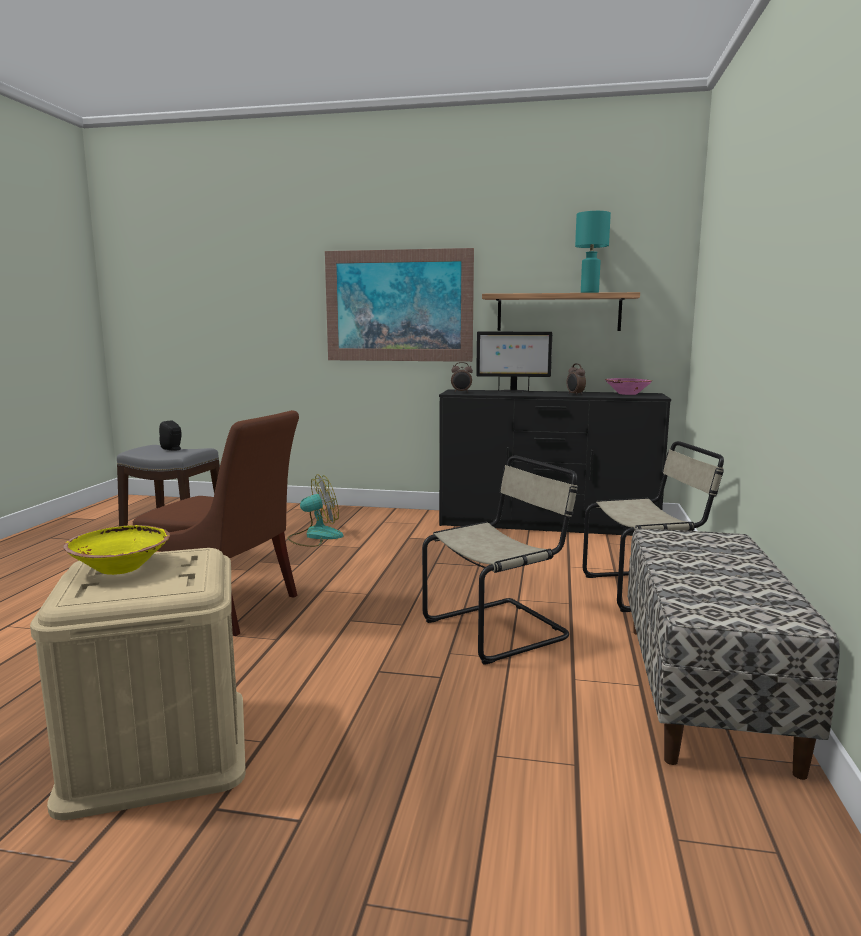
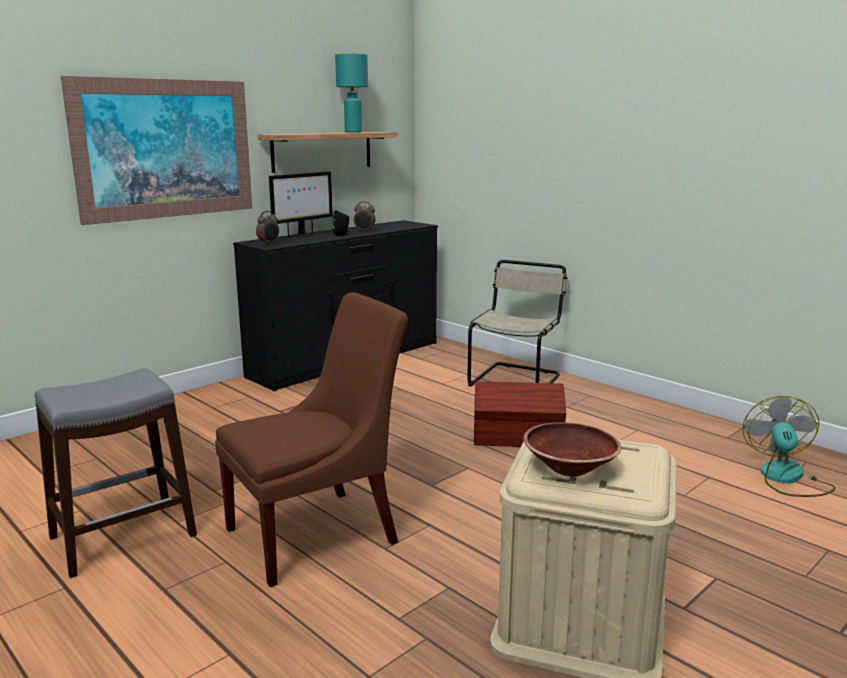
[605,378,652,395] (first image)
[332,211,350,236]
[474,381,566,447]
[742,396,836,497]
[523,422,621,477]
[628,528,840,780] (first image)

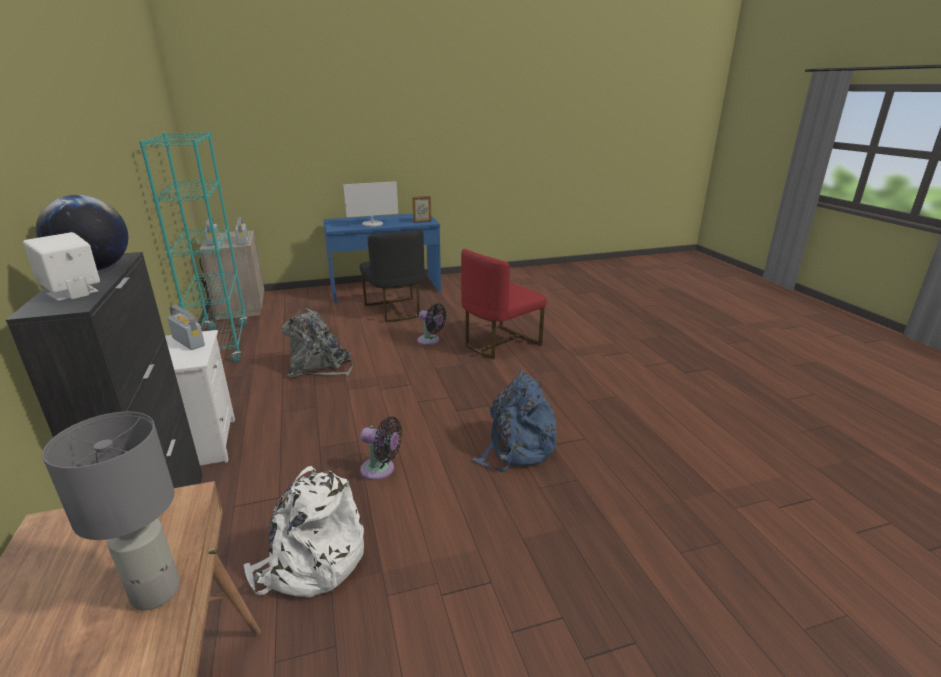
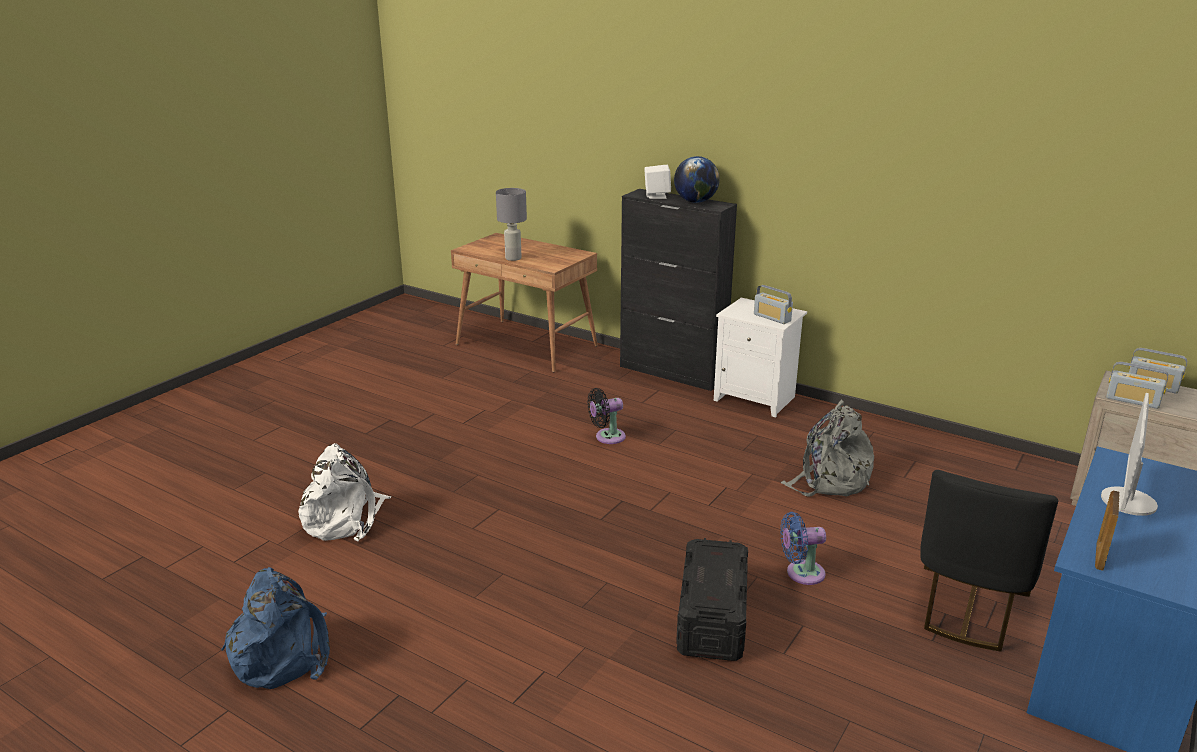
[139,132,248,362] (first image)
[920,470,1058,652]
[676,538,748,661]
[780,512,826,585]
[754,285,793,324]
[221,567,330,689]
[298,443,392,541]

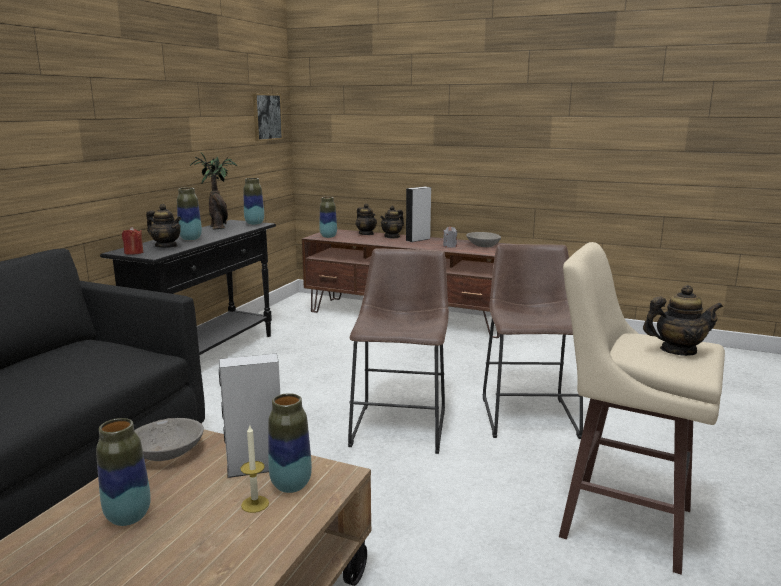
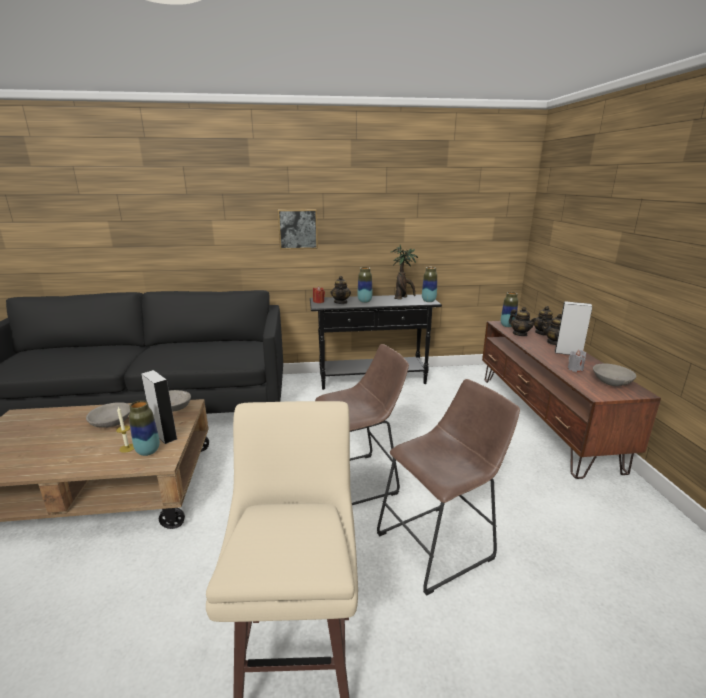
[278,209,318,250]
[509,307,536,336]
[86,402,130,428]

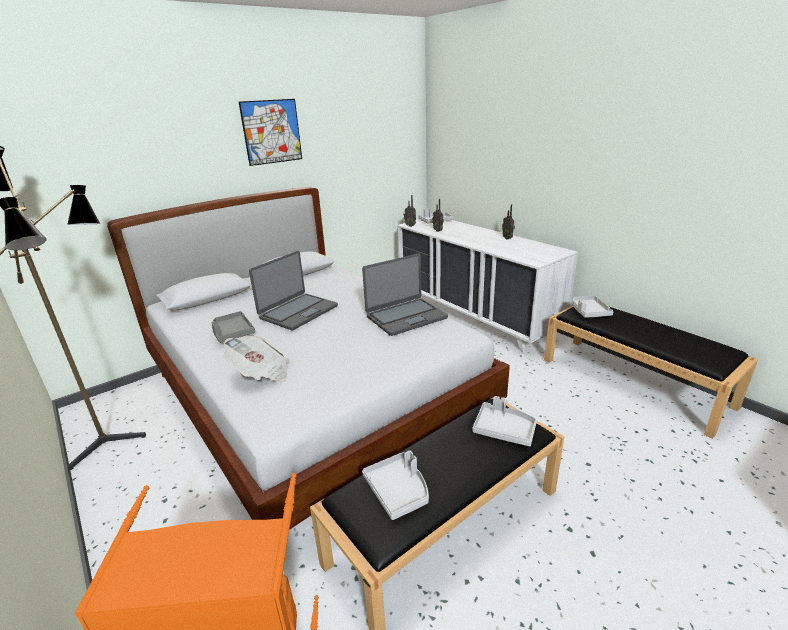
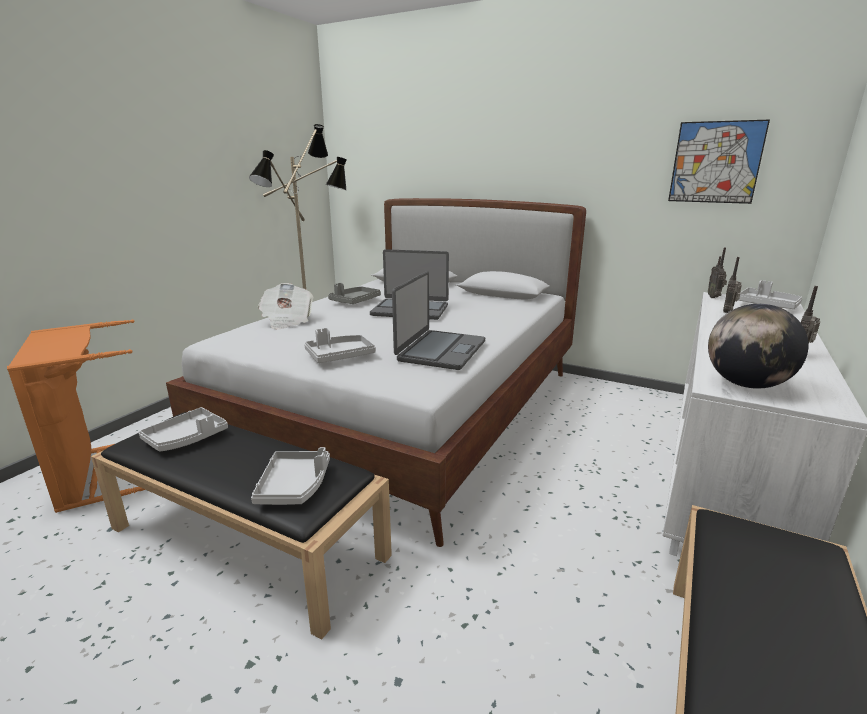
[668,119,770,204]
[392,271,485,370]
[304,328,376,363]
[708,304,808,389]

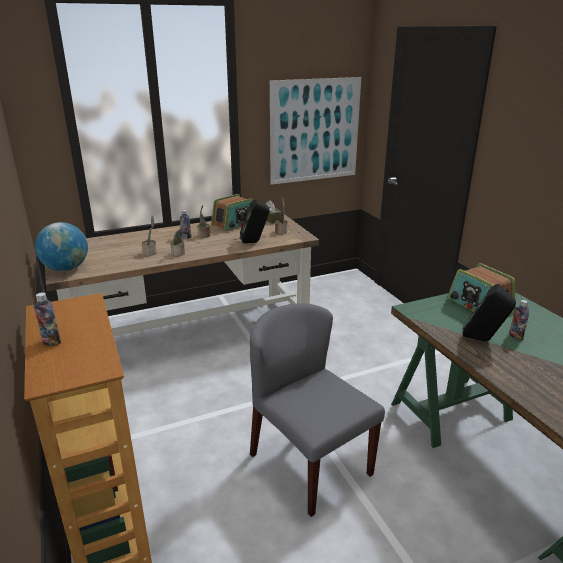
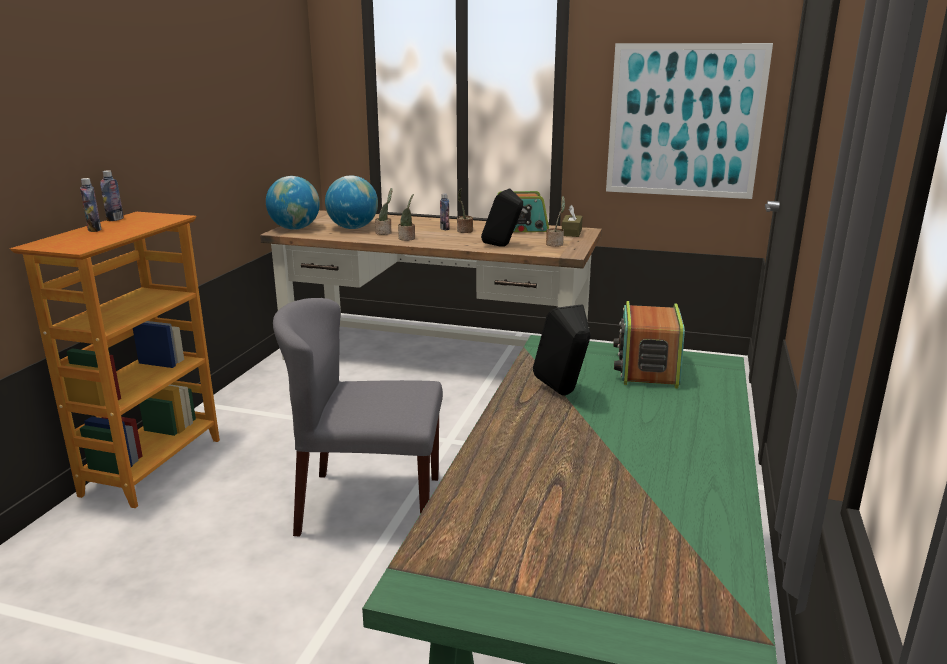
[100,170,124,221]
[273,298,443,536]
[325,175,378,229]

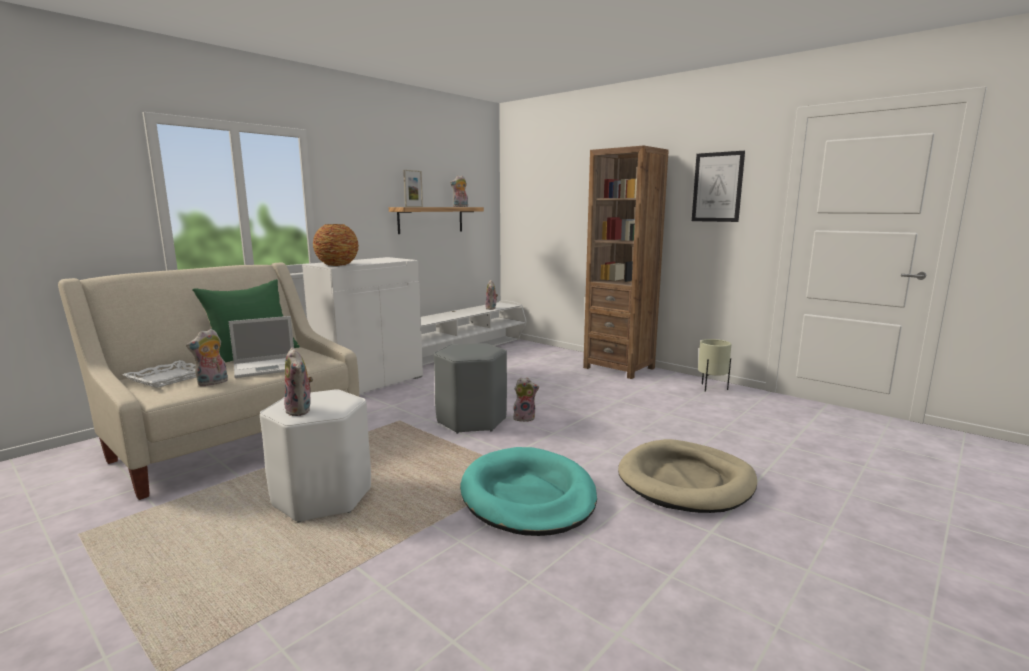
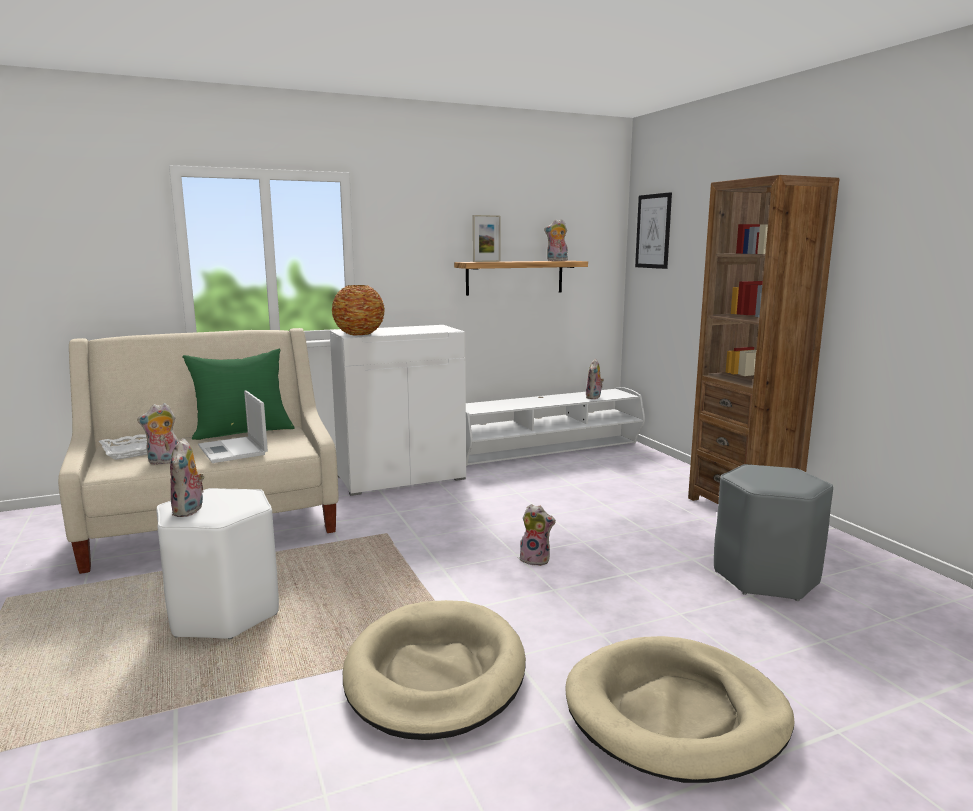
[635,192,672,269]
[198,390,268,463]
[698,339,731,392] (first image)
[714,464,833,601]
[343,600,526,740]

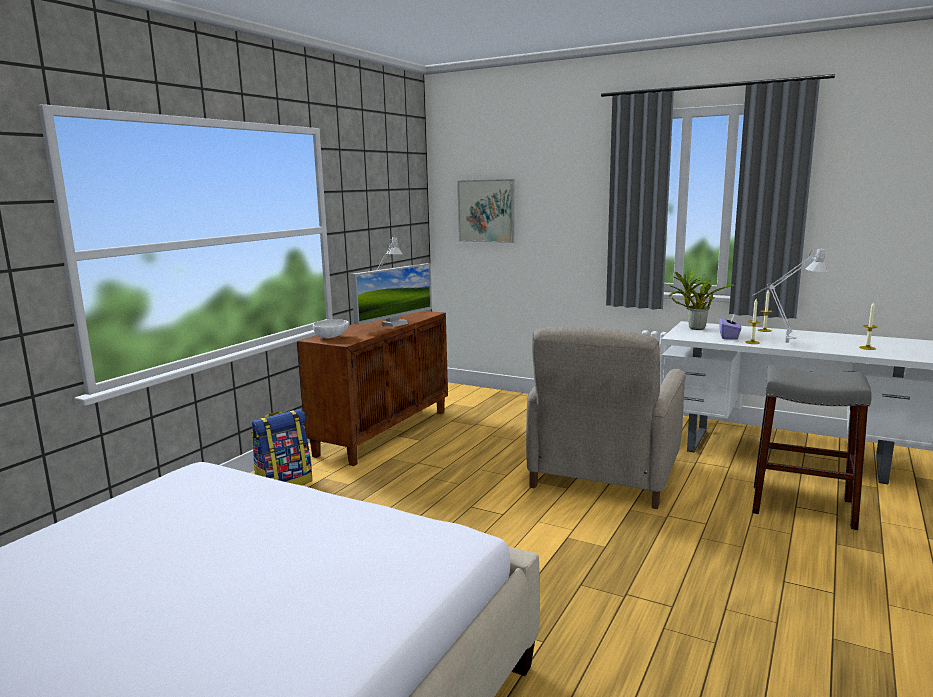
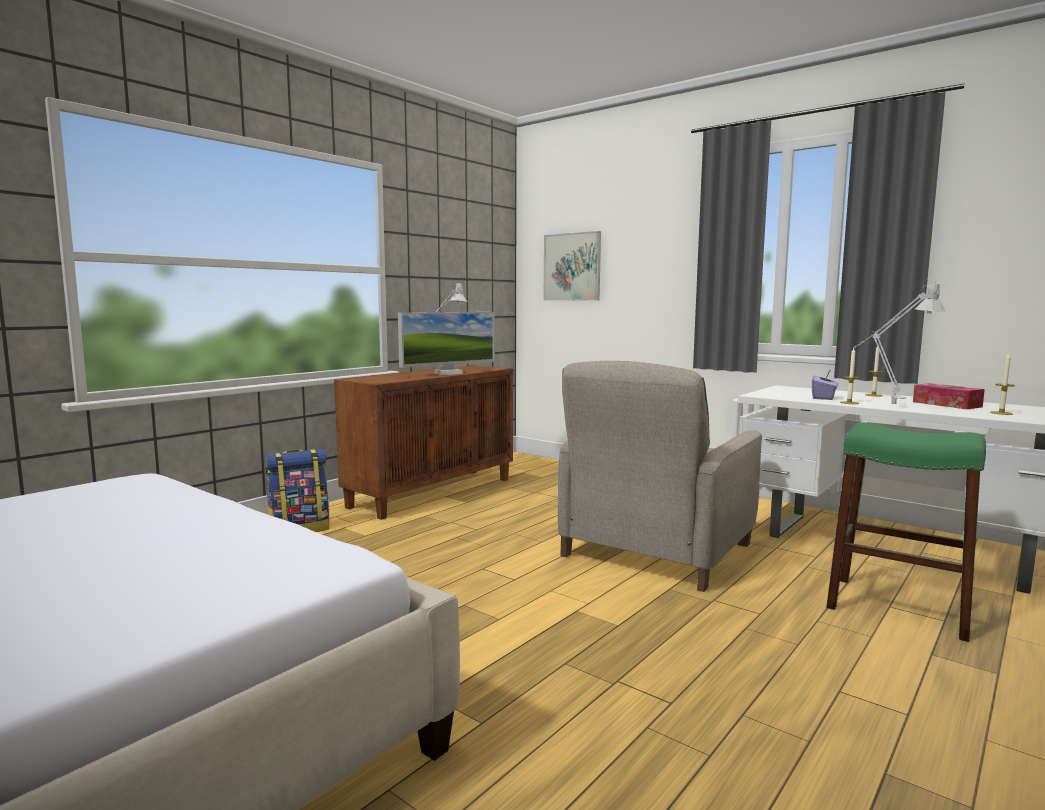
[668,269,734,330] (first image)
[313,319,349,339] (first image)
[826,422,986,642]
[913,383,985,409]

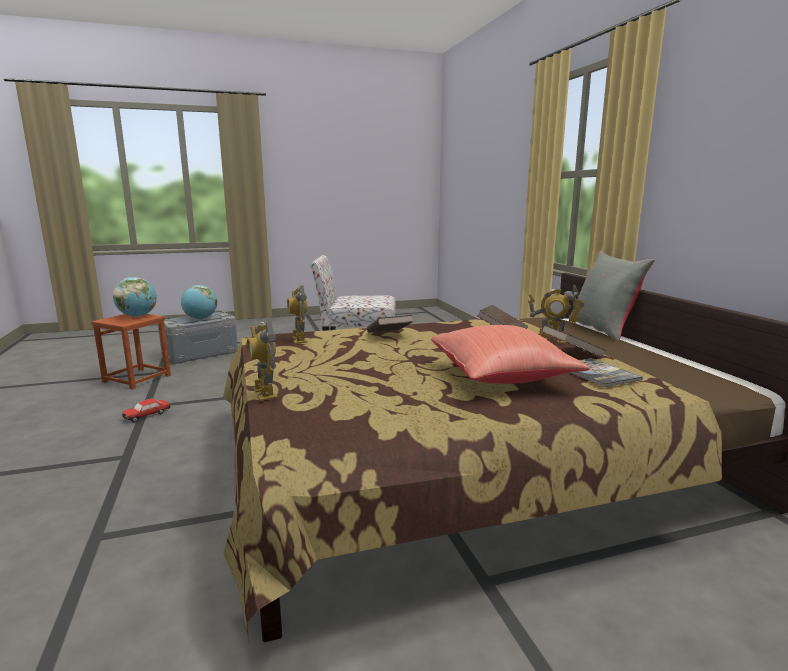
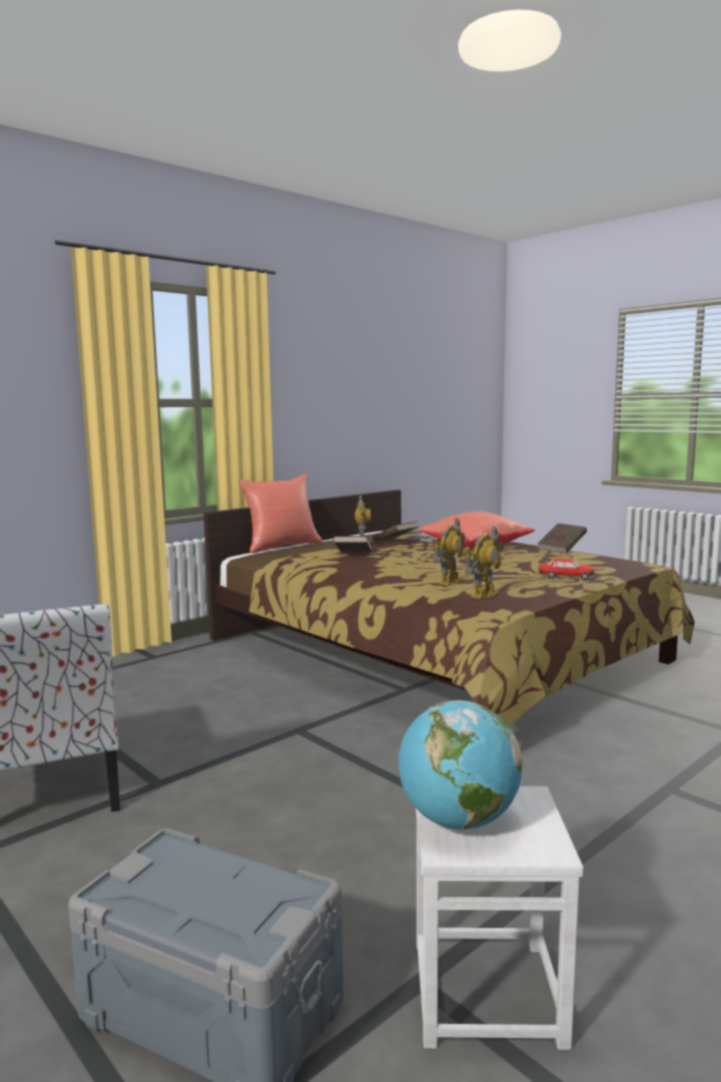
[238,474,323,553]
[181,285,217,319] (first image)
[415,786,584,1050]
[538,523,587,553]
[433,518,465,586]
[538,558,594,580]

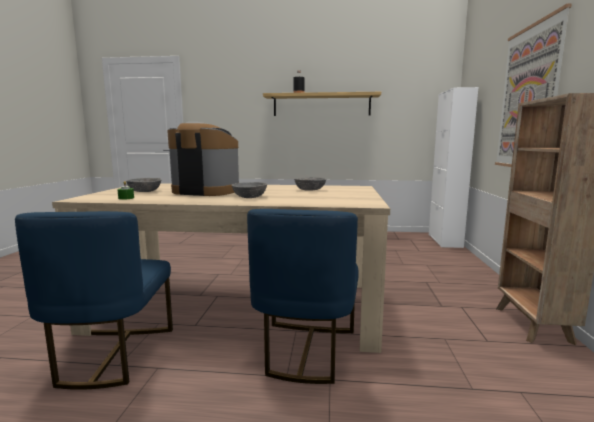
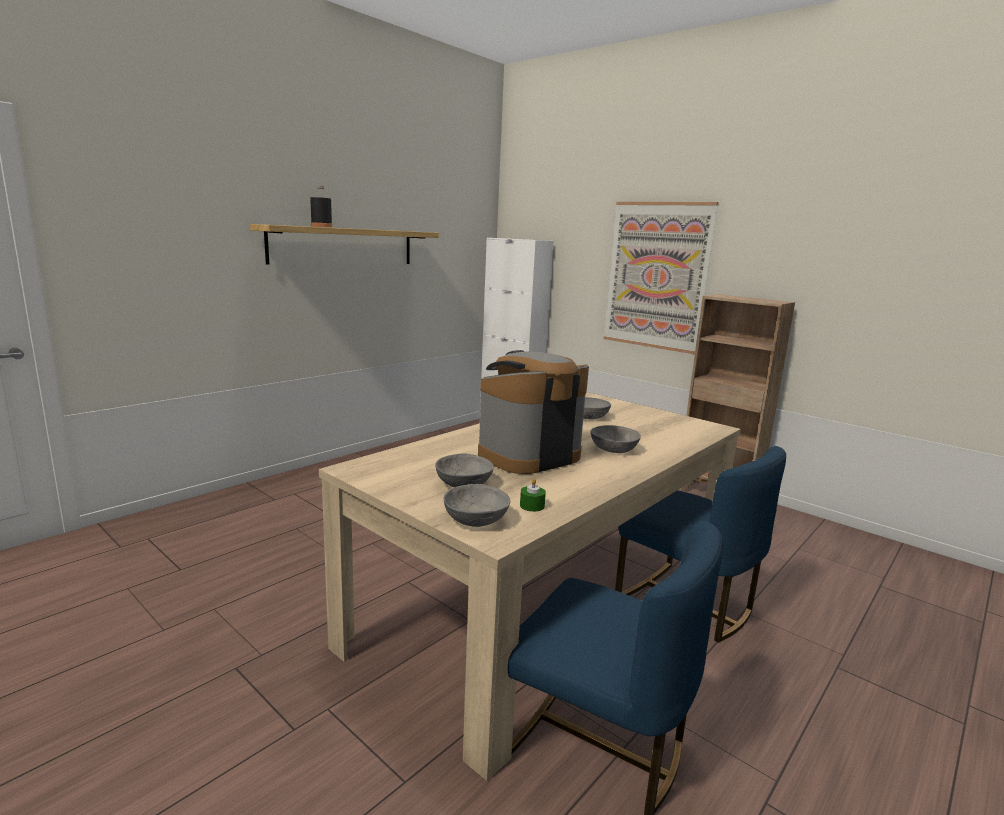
[444,484,510,527]

